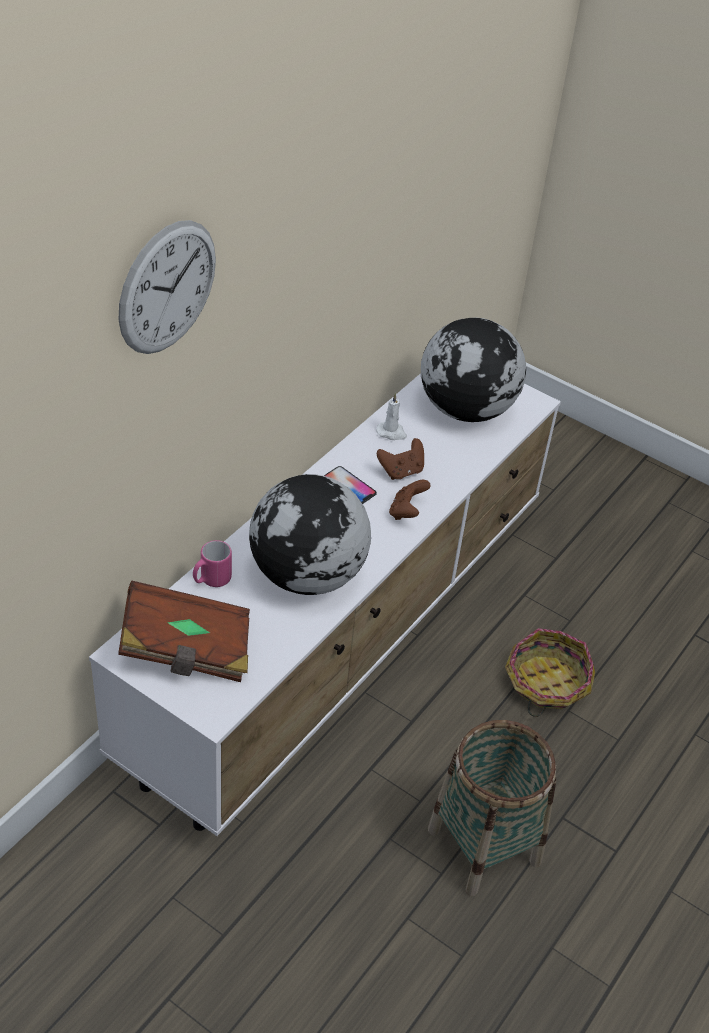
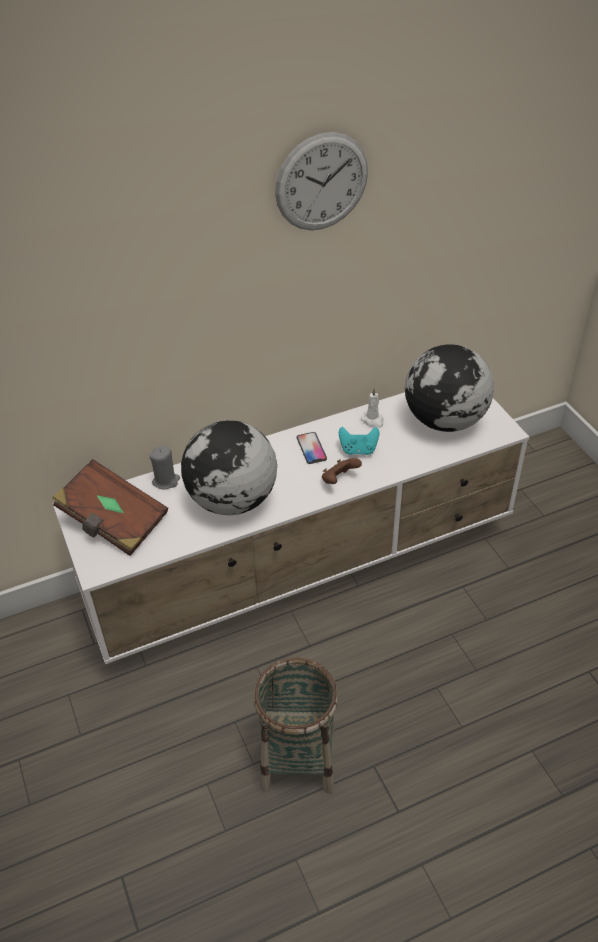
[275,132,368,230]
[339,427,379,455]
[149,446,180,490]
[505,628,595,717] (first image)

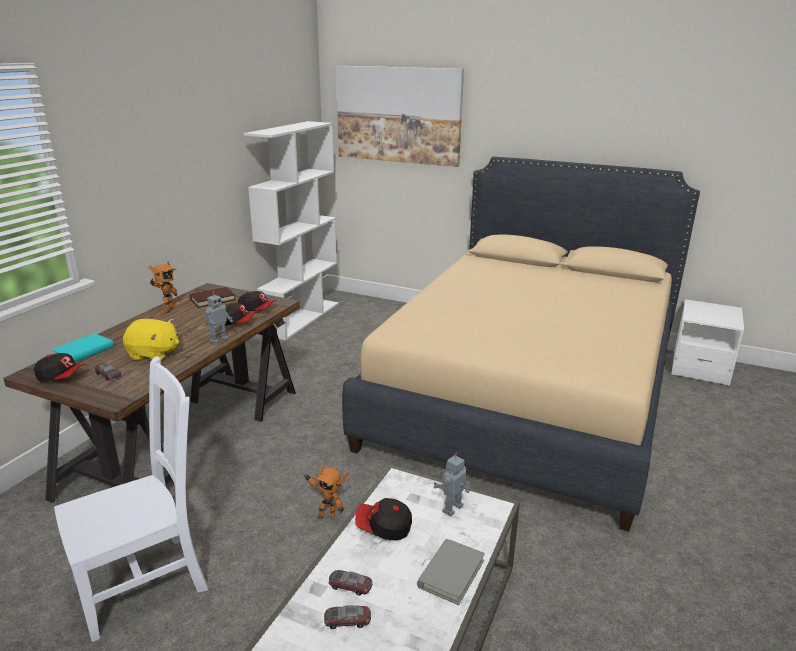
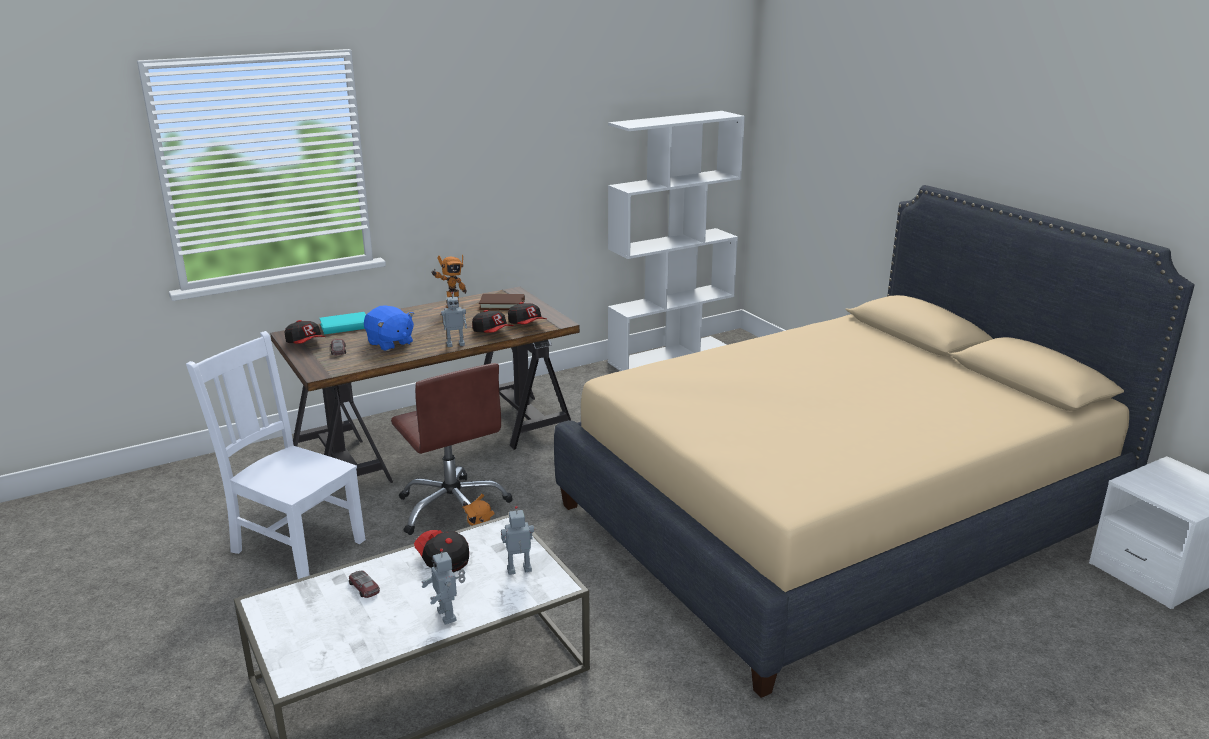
[336,66,464,167] (first image)
[364,305,414,351]
[186,331,366,579]
[421,548,465,625]
[324,605,371,629] (first image)
[391,363,512,535]

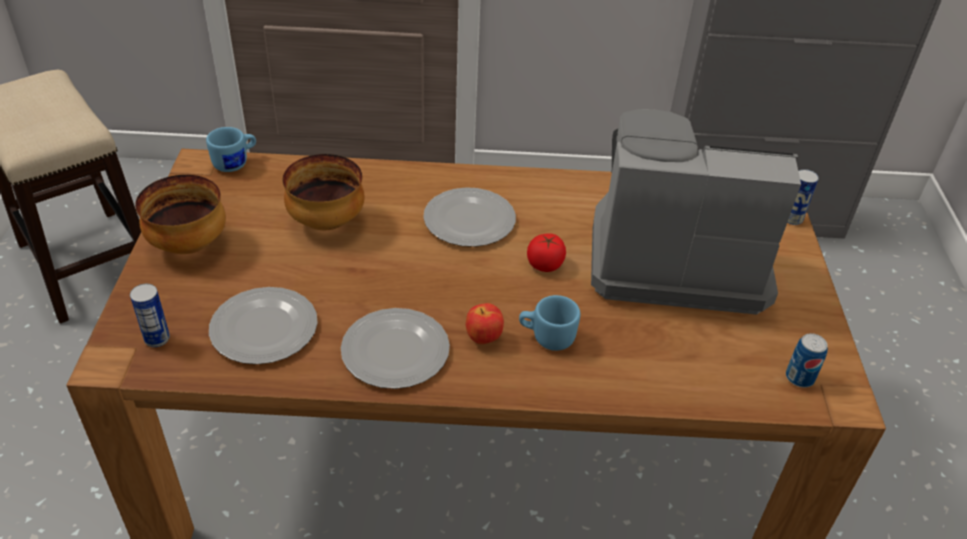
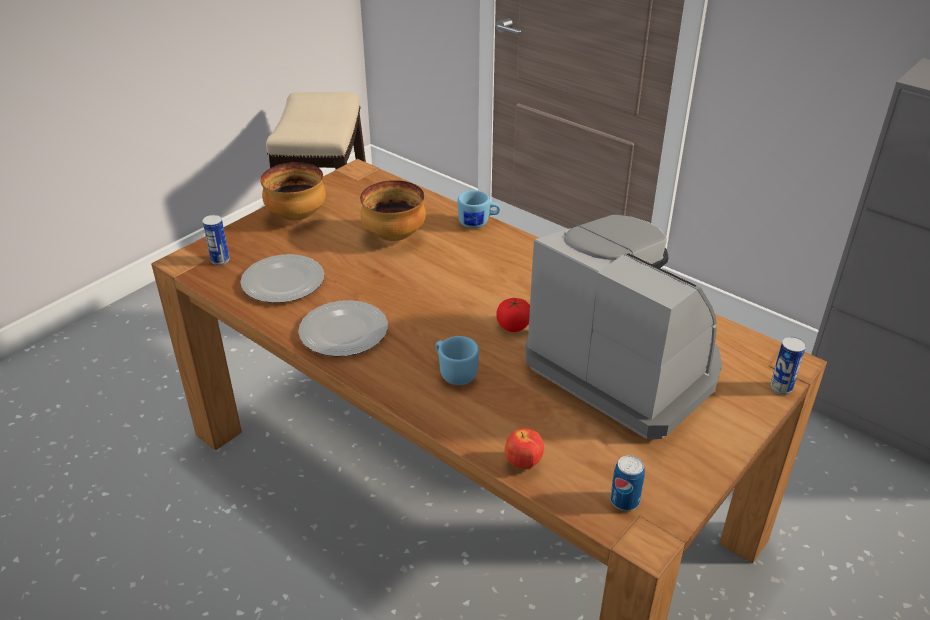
[458,190,500,228]
[423,187,516,247] (first image)
[505,428,544,469]

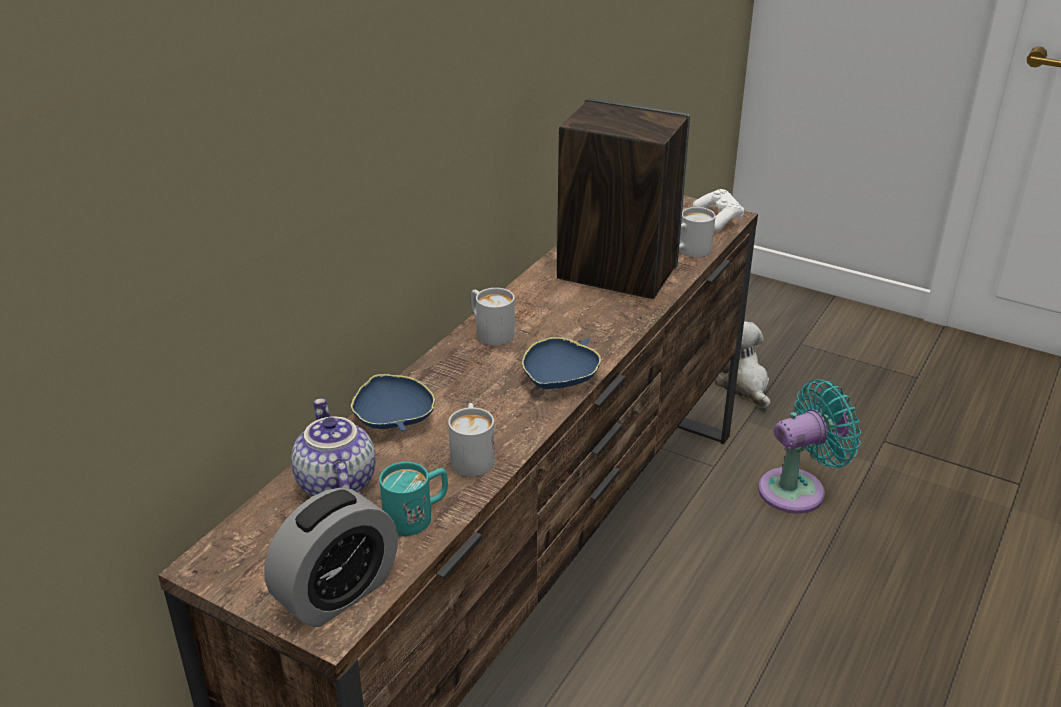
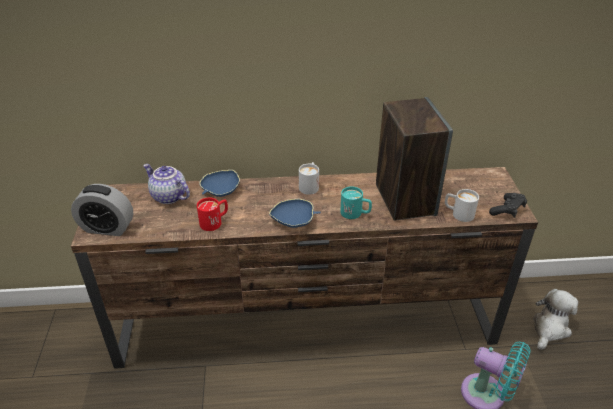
[489,193,527,218]
[143,164,190,204]
[197,198,228,231]
[340,186,372,219]

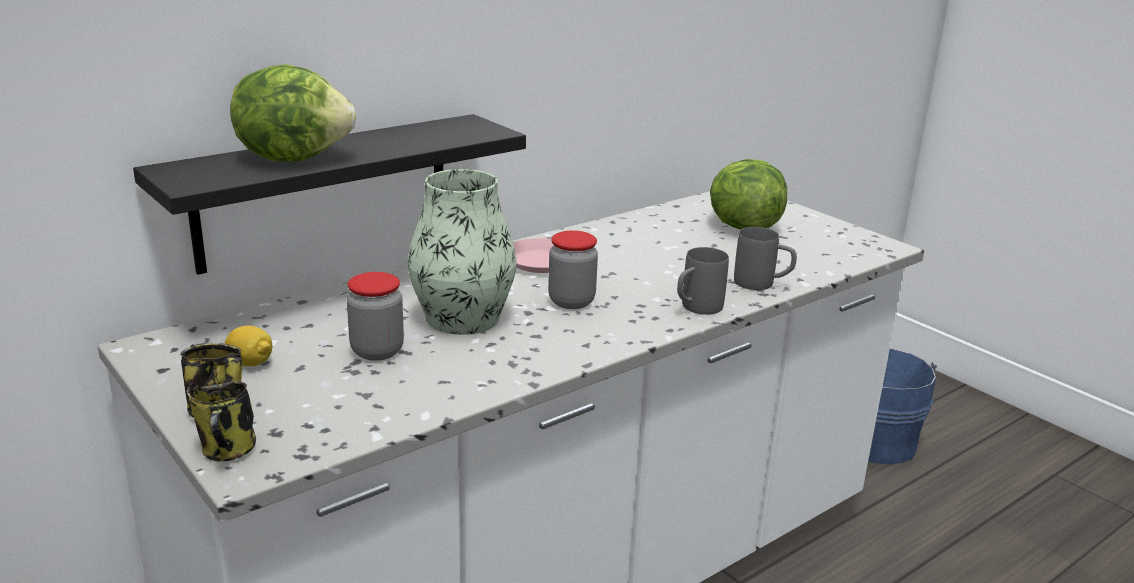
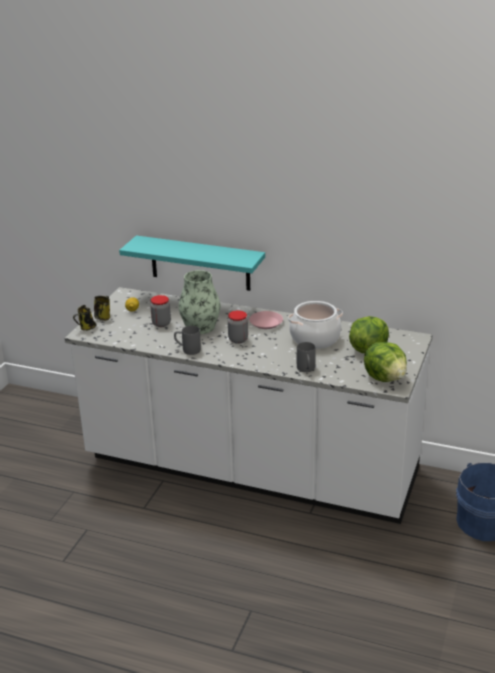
[364,342,407,382]
[119,235,265,291]
[174,326,201,355]
[288,301,343,349]

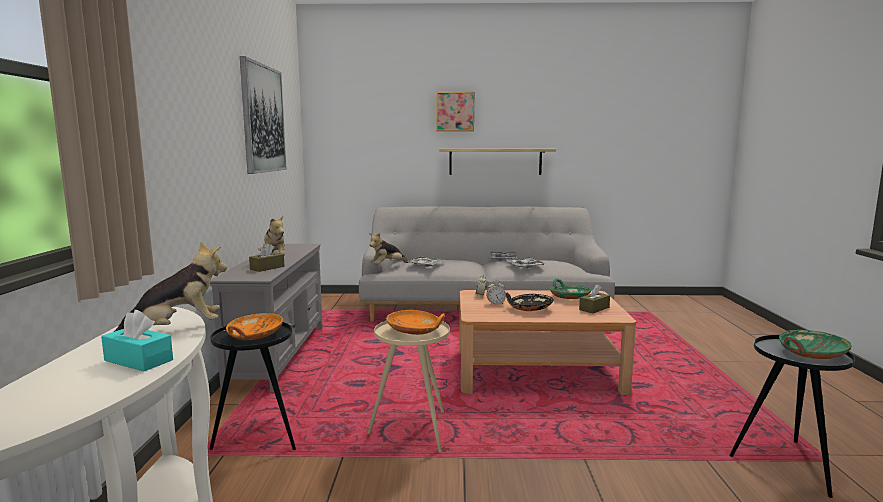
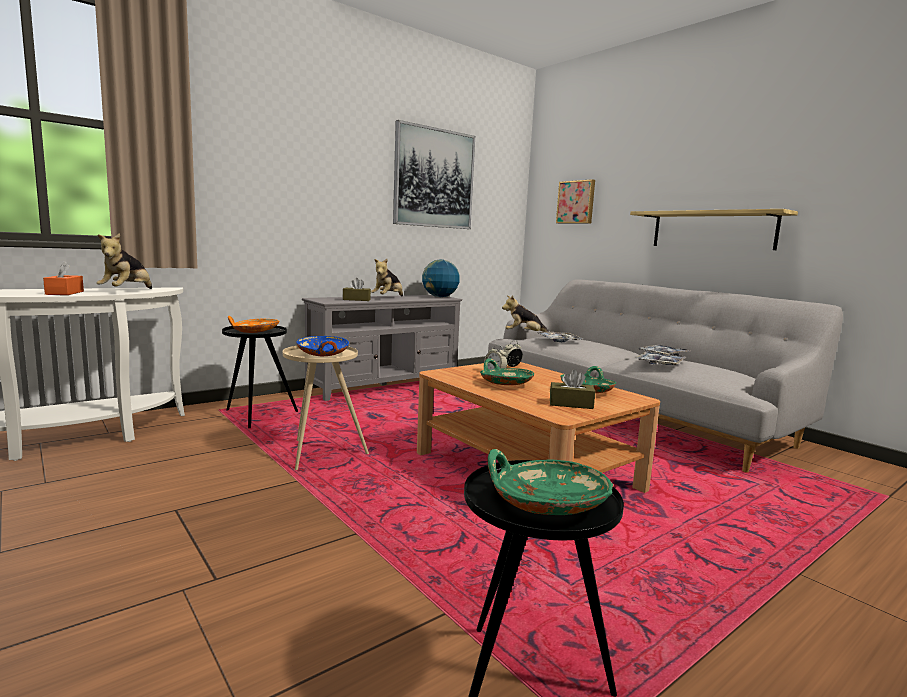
[556,179,595,224]
[96,233,152,289]
[480,358,534,385]
[43,261,84,295]
[296,336,349,356]
[422,259,460,297]

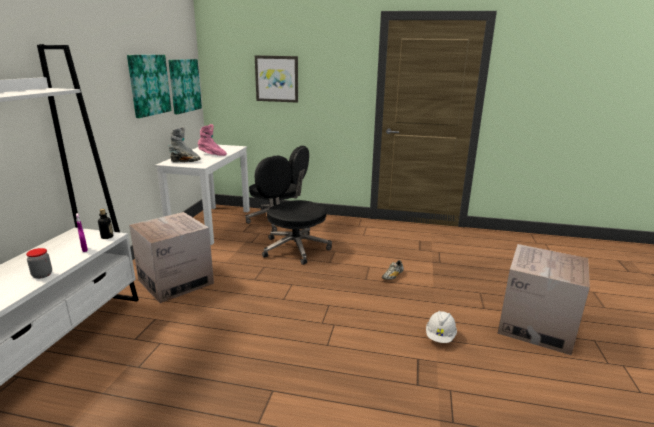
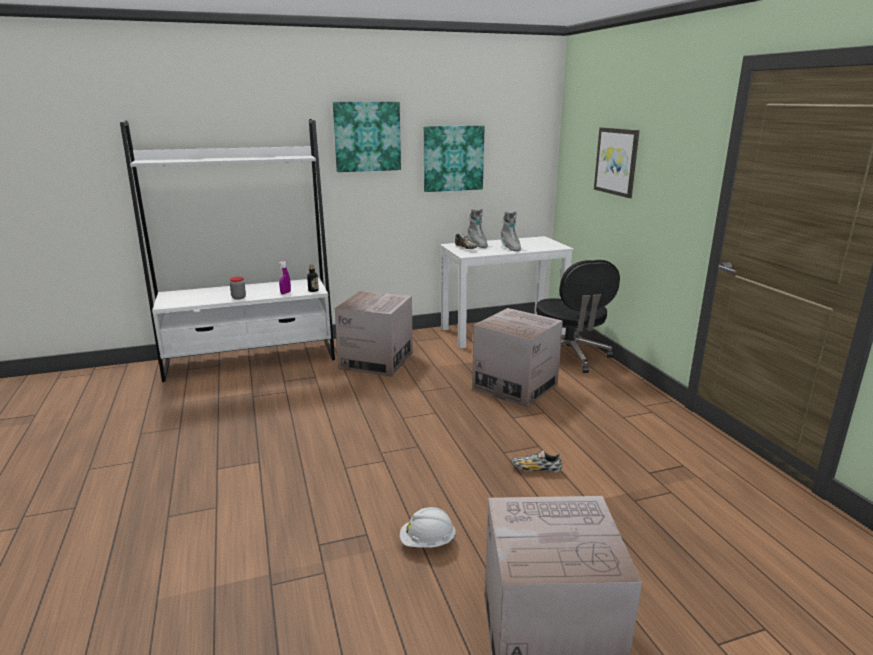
[333,102,401,172]
[500,211,521,252]
[472,308,563,408]

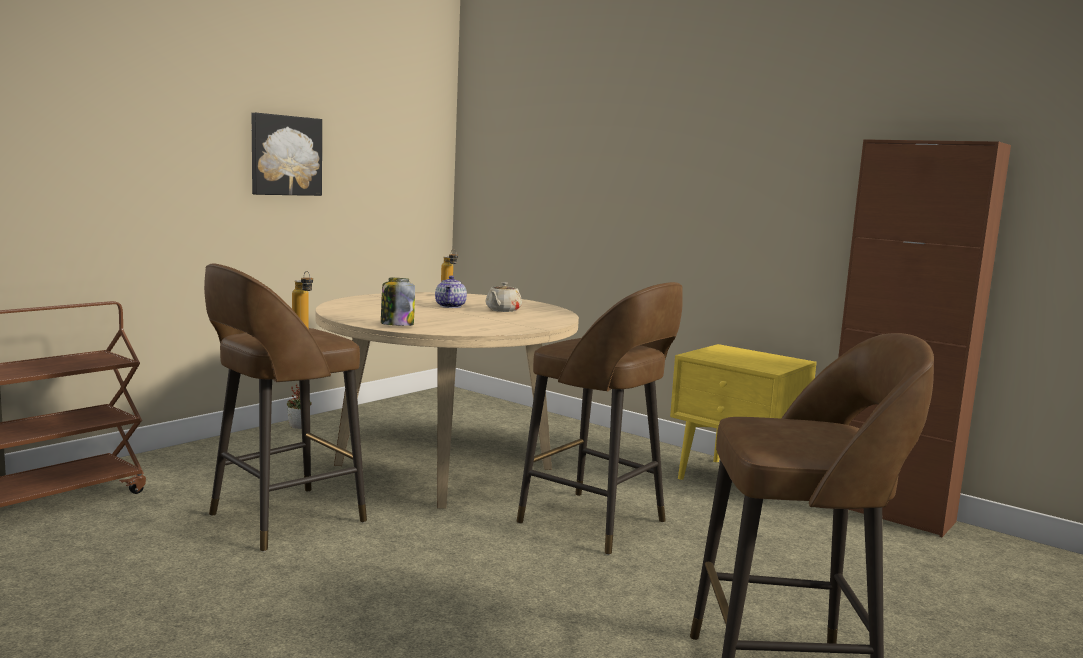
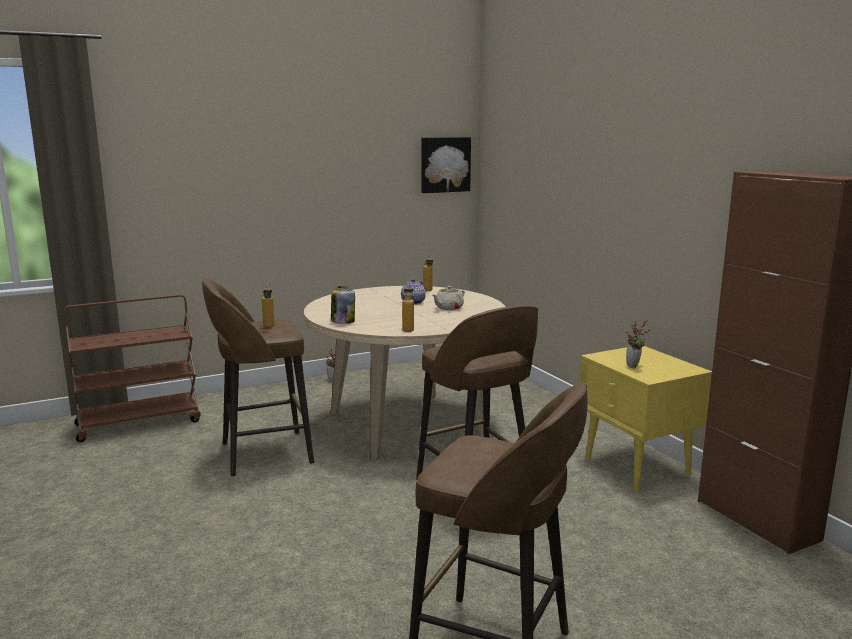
[421,137,471,193]
[402,283,414,332]
[625,320,650,369]

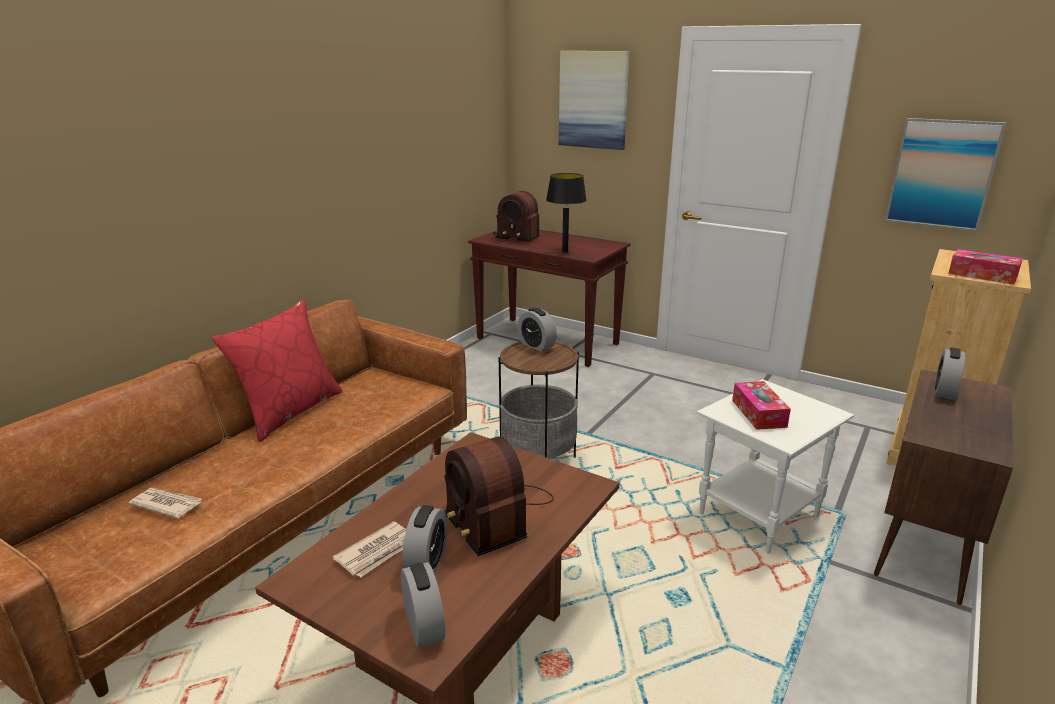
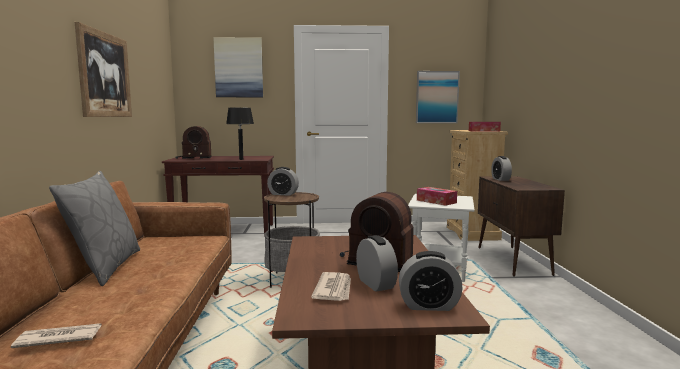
[49,171,140,286]
[399,251,463,311]
[75,22,132,117]

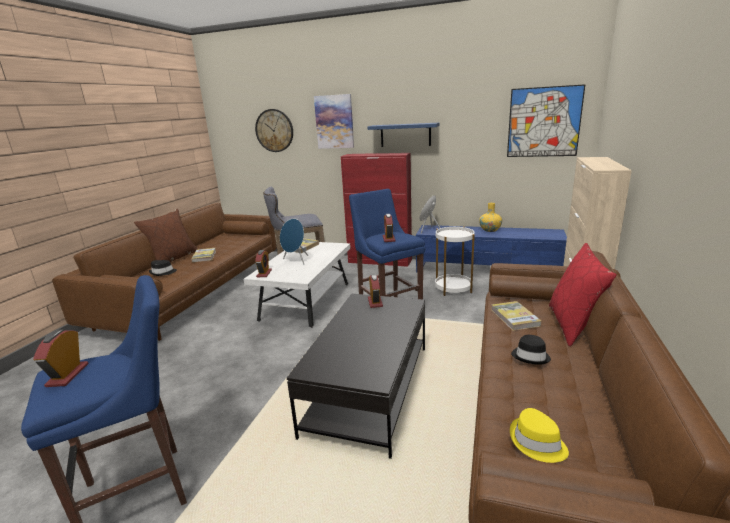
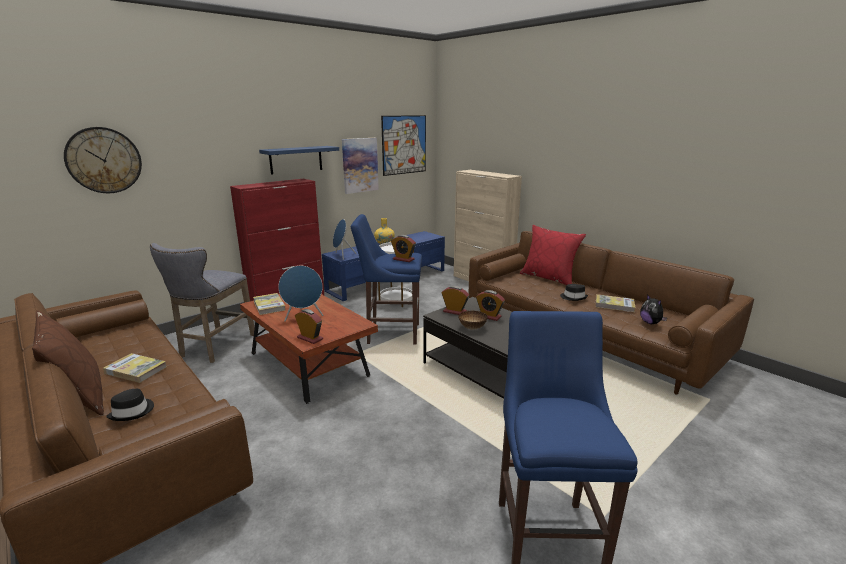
[342,138,379,194]
[240,293,378,404]
[596,294,635,312]
[476,290,505,321]
[640,294,667,324]
[459,311,488,329]

